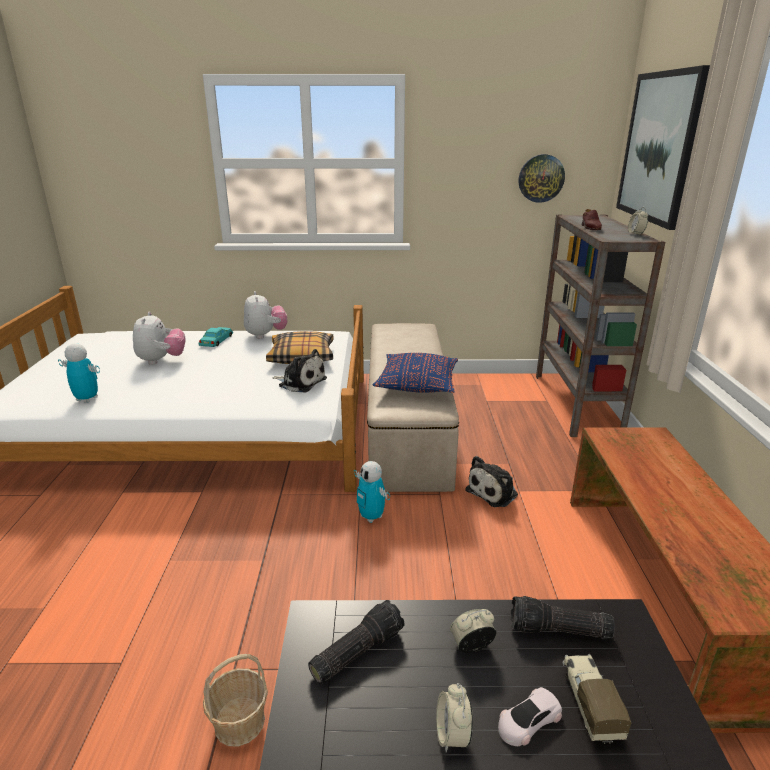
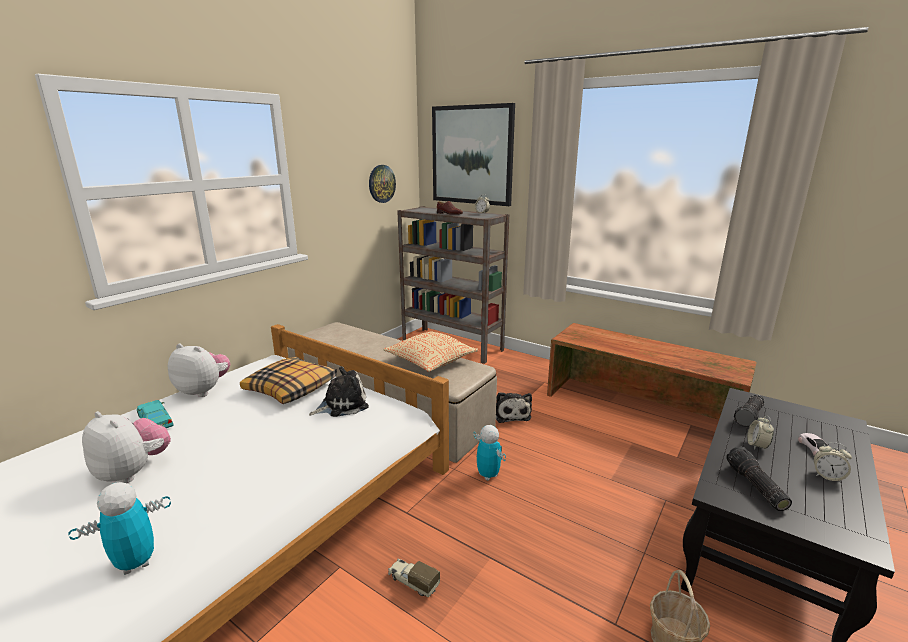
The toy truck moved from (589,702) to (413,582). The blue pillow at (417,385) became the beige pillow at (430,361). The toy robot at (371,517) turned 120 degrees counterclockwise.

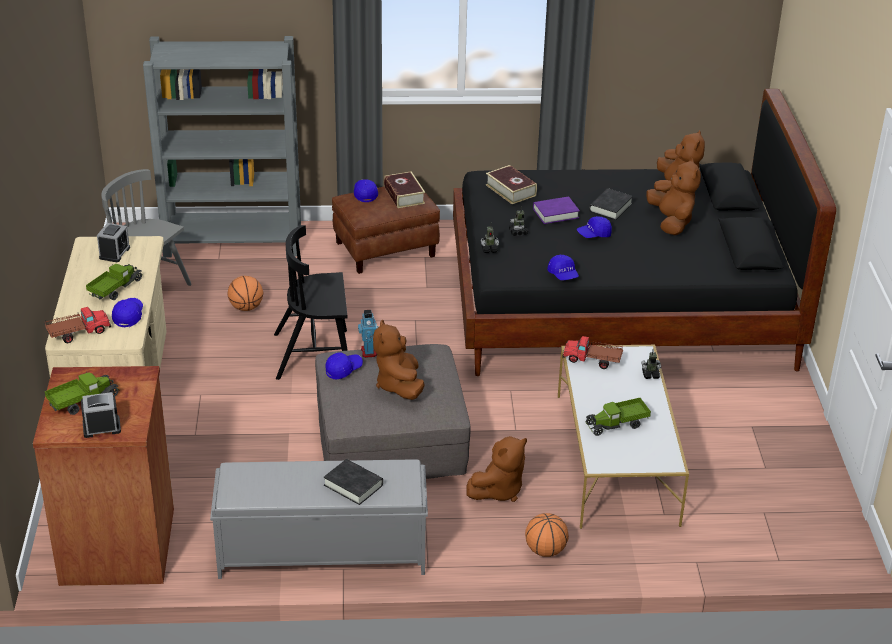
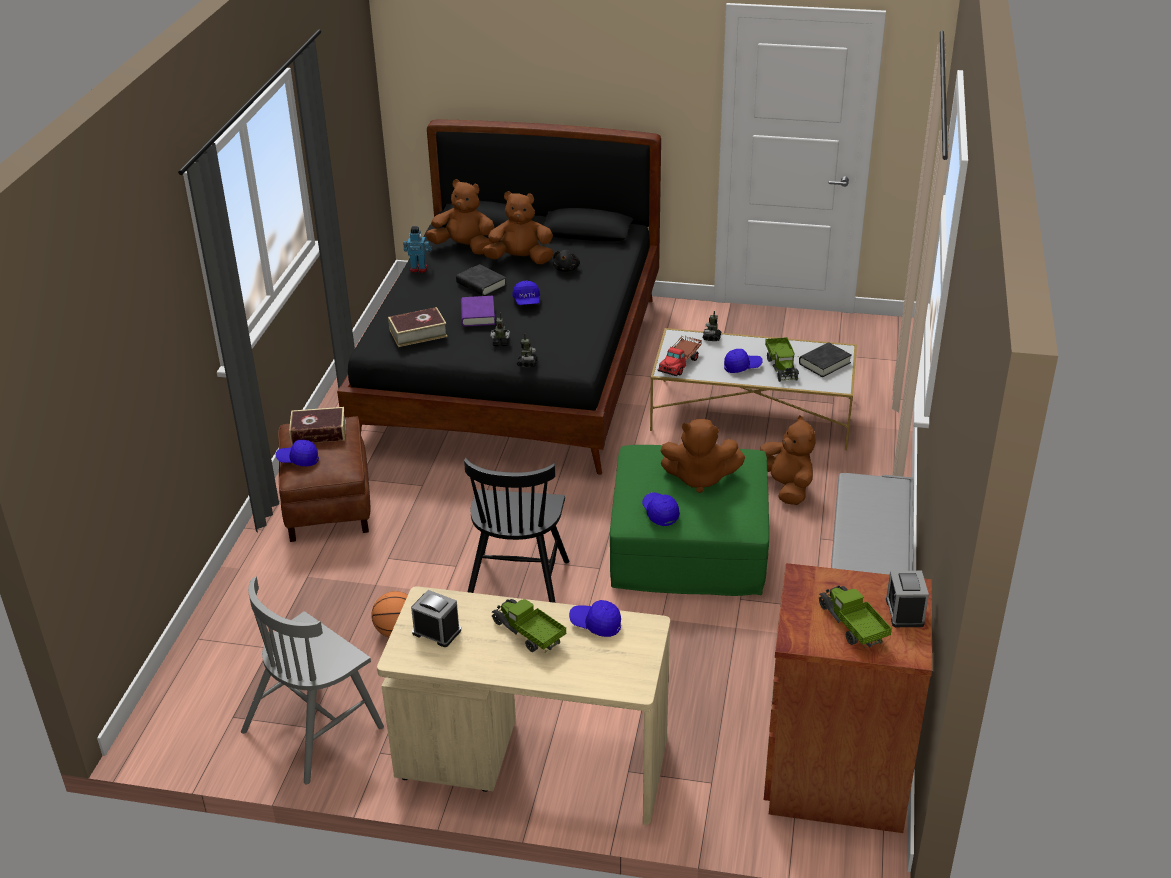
The toy truck at (78,333) disappeared. The grey bookcase at (233,240) disappeared. The basketball at (545,550) disappeared. The black plush toy at (566,269) appeared. The black book moved from (353,485) to (824,363). The toy robot moved from (369,352) to (418,269). The blue cap moved from (563,275) to (742,367). The grey ottoman at (389,438) became the green ottoman at (689,546).

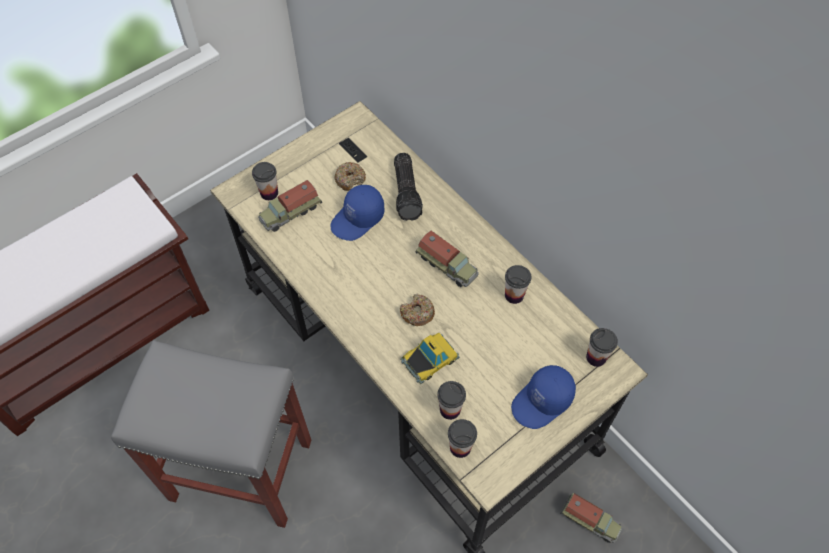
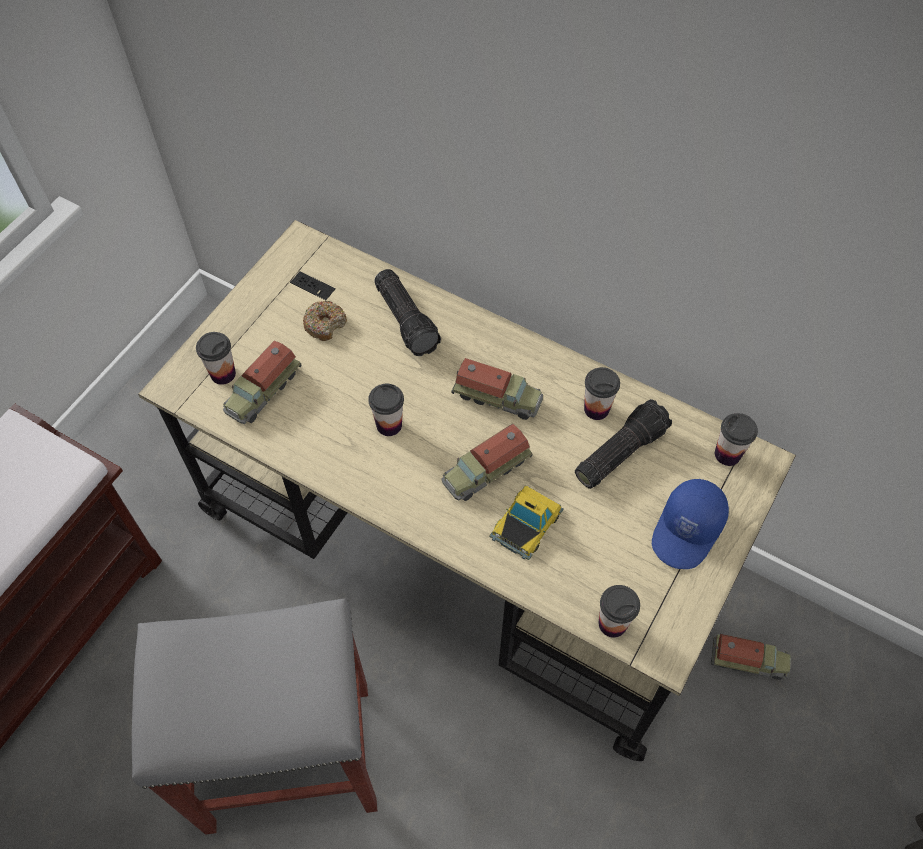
The blue cap at (358,219) disappeared. The flashlight at (619,451) appeared. The cup moved from (450,409) to (389,425). The donut at (417,313) was replaced by the toy truck at (485,470).

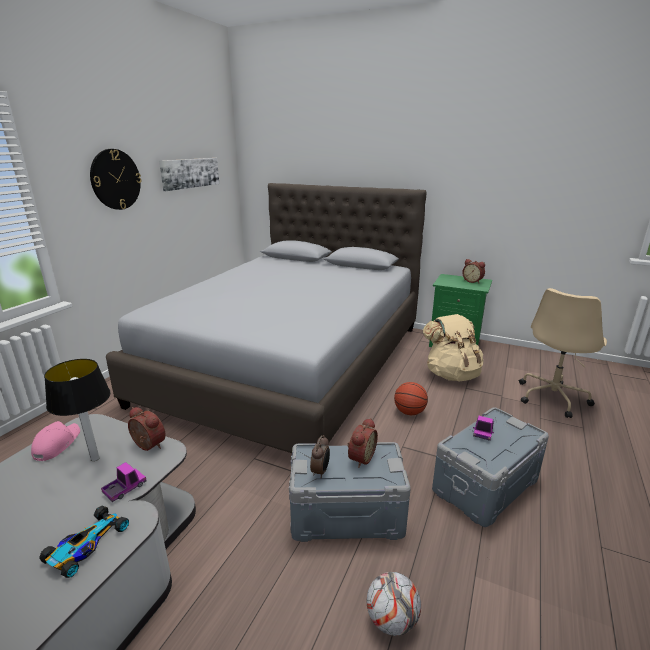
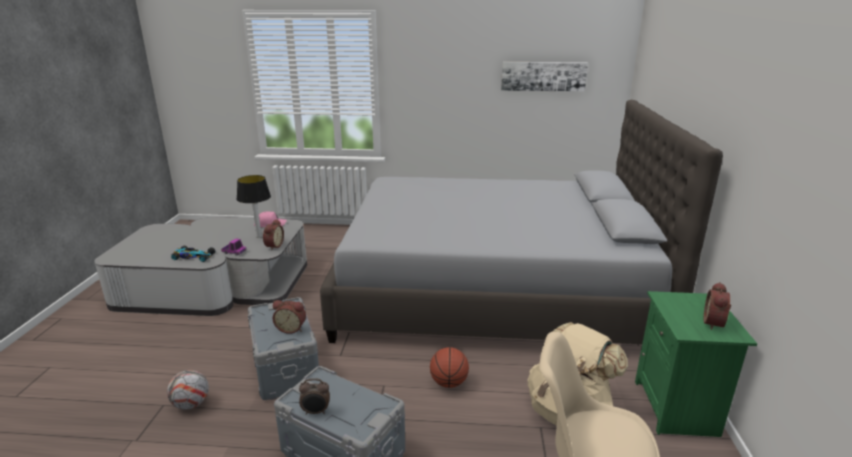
The wall clock at (115,179) disappeared. The toy truck at (483,432) disappeared. The alarm clock moved from (320,471) to (316,412).

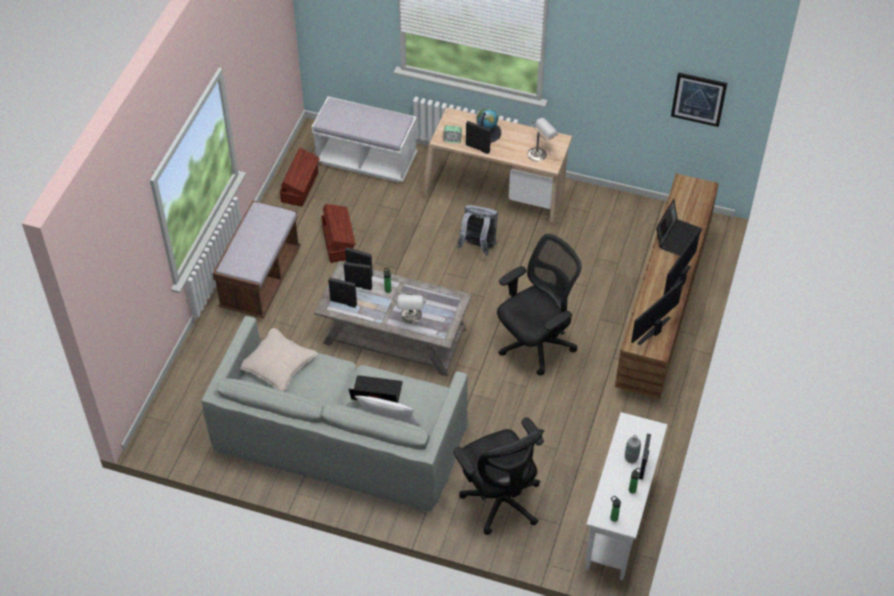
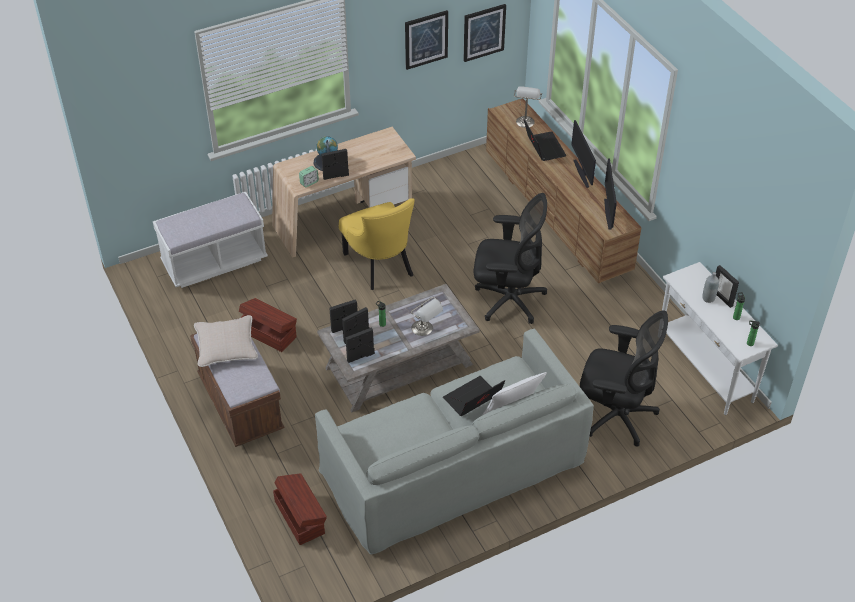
The picture at (426,39) appeared. The beige pillow moved from (278,364) to (226,345). The brown storage box moved from (300,187) to (300,516). The white table lamp moved from (540,152) to (525,119). The grey backpack at (478,246) was replaced by the yellow chair at (379,263). The black office chair at (534,347) turned 90 degrees clockwise.

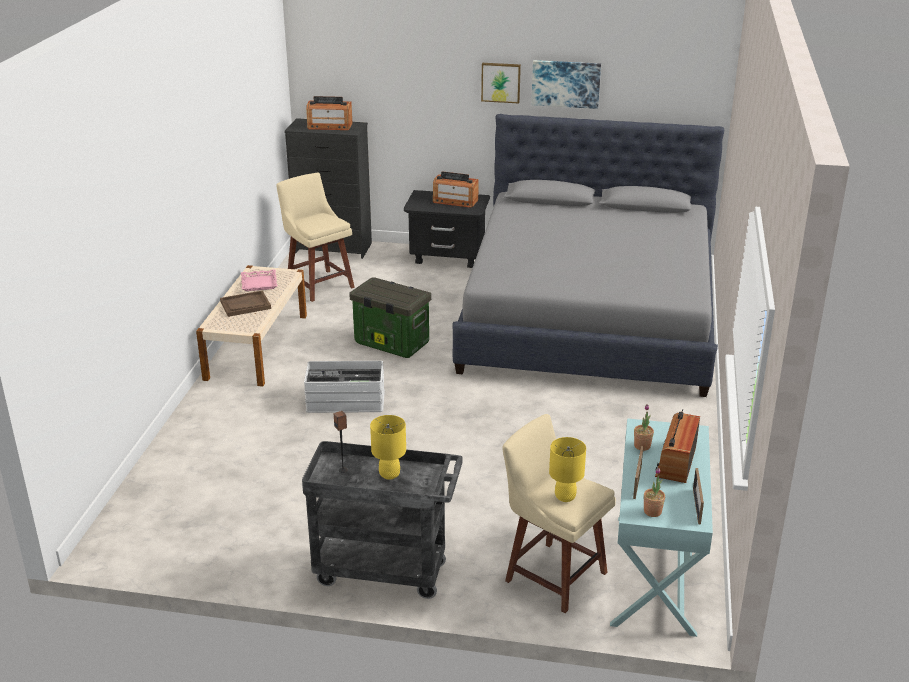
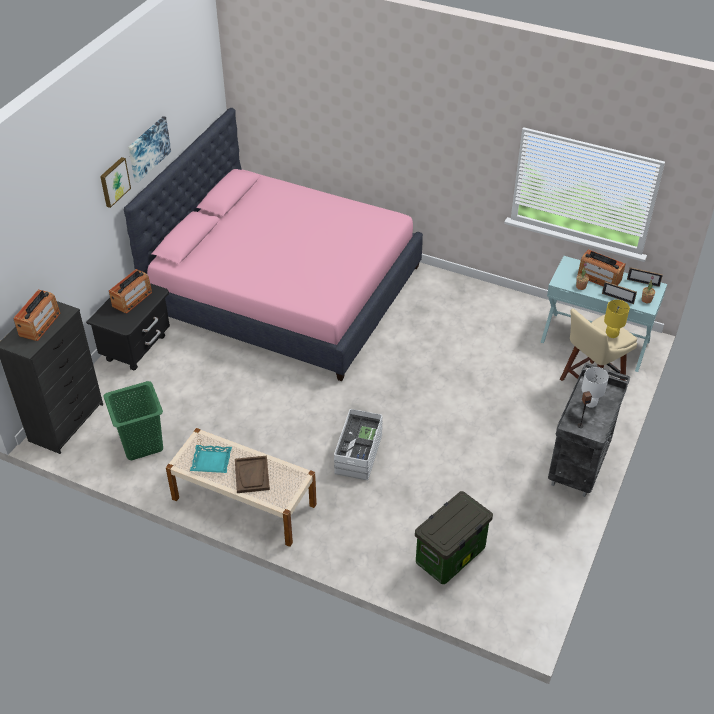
The storage box moved from (390,343) to (450,557). The beige stool at (319,284) was replaced by the green laundry basket at (141,443). The pink tray at (259,283) became the turquoise tray at (211,461). The yellow table lamp at (388,476) became the white table lamp at (590,404). The grey bed at (589,316) became the pink bed at (284,289).

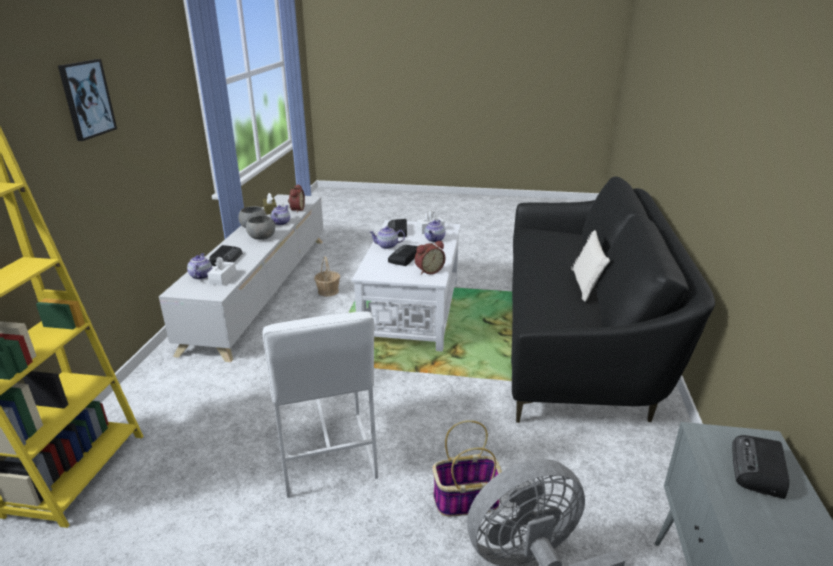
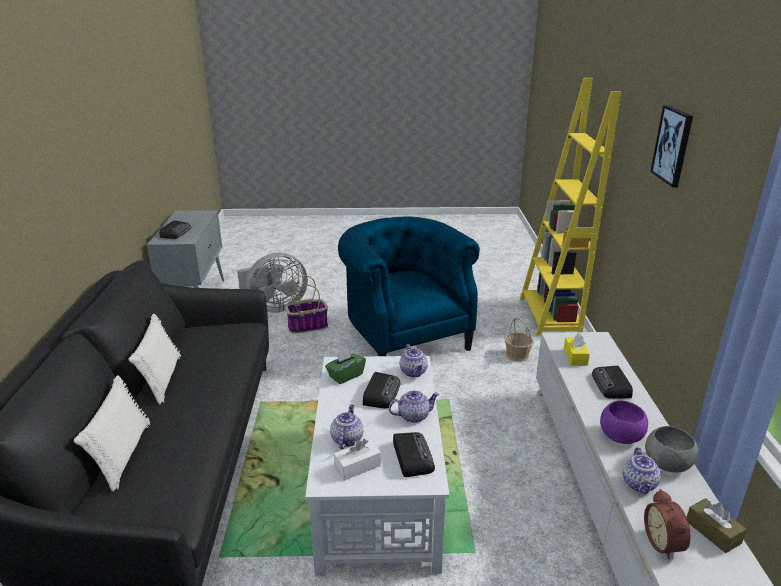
The white pillow at (122,455) appeared. The teapot moved from (201,276) to (414,372). The basket moved from (328,291) to (517,355). The white stool at (326,454) was replaced by the blue armchair at (403,338). The alarm clock at (429,270) was replaced by the green tissue box at (345,375). The white tissue box at (223,278) became the yellow tissue box at (575,357). The grey bowl at (262,237) became the purple bowl at (620,436).

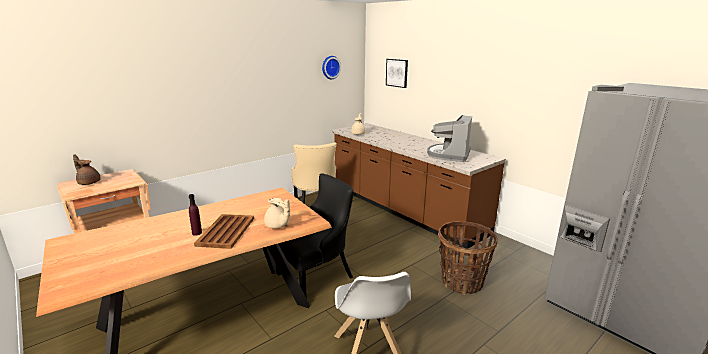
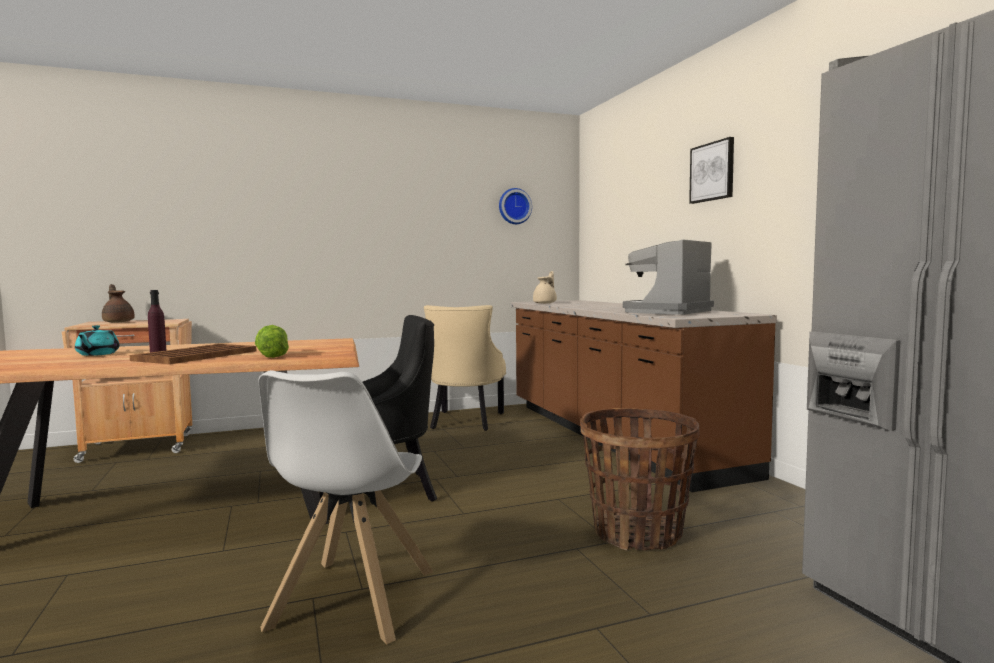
The turquoise teapot at (97,354) appeared. The picture moved from (397,73) to (712,172). The beige teapot at (278,226) was replaced by the lettuce at (274,356).

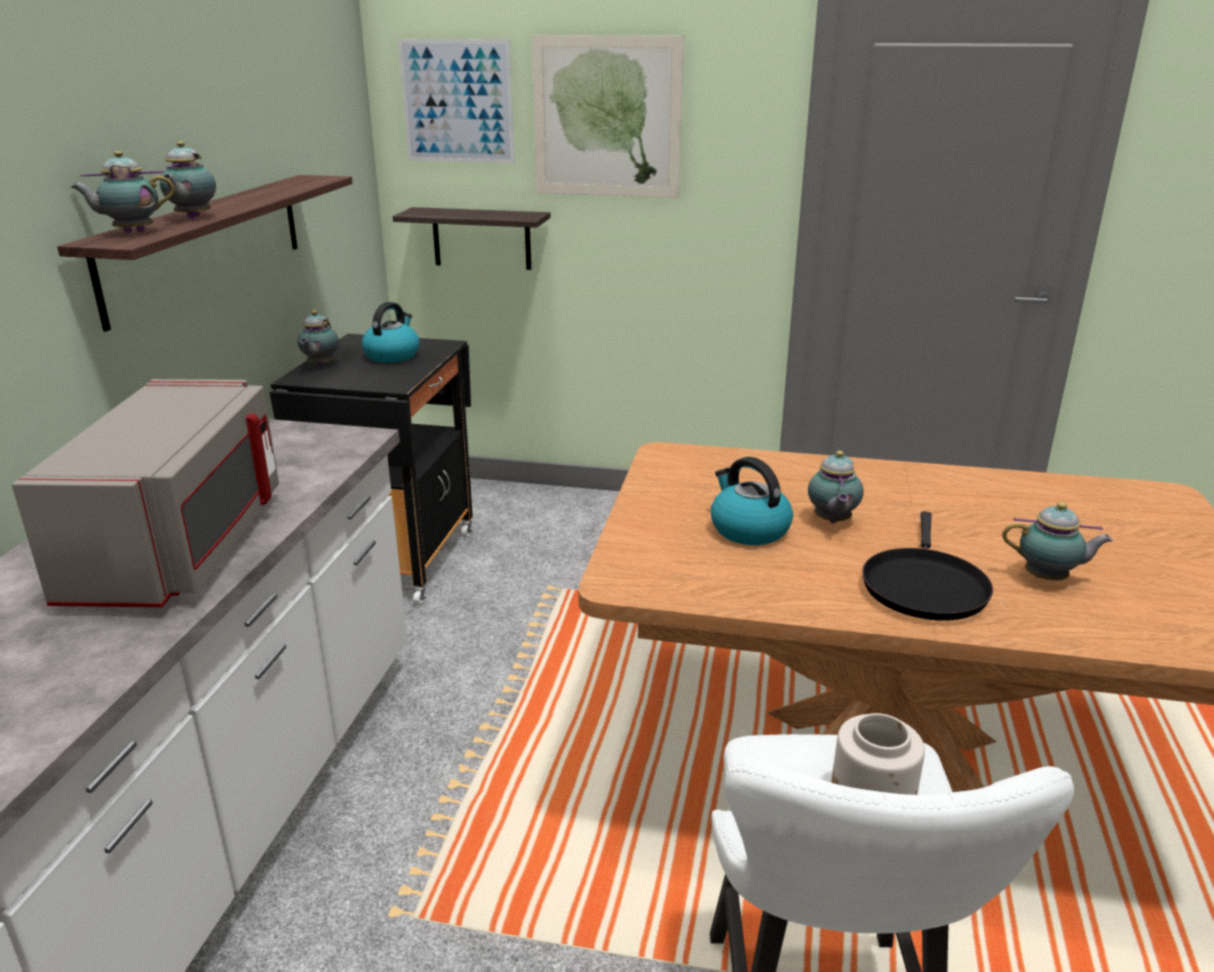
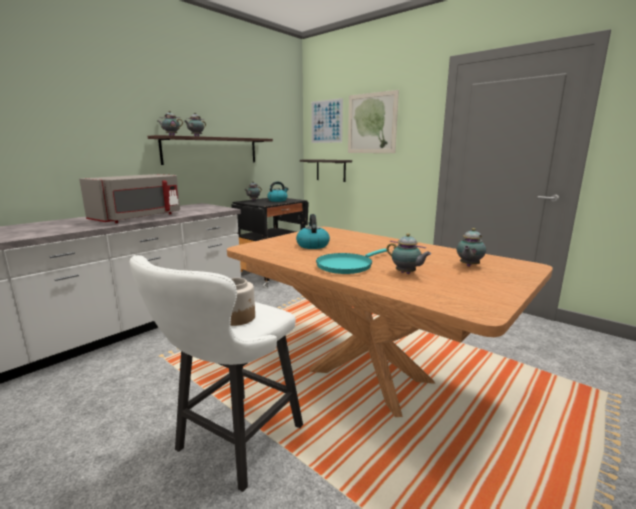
The teapot moved from (831,521) to (468,266). The black frying pan at (923,586) became the turquoise frying pan at (346,266).

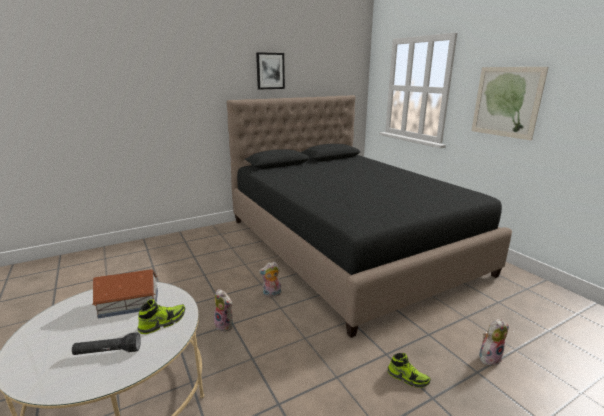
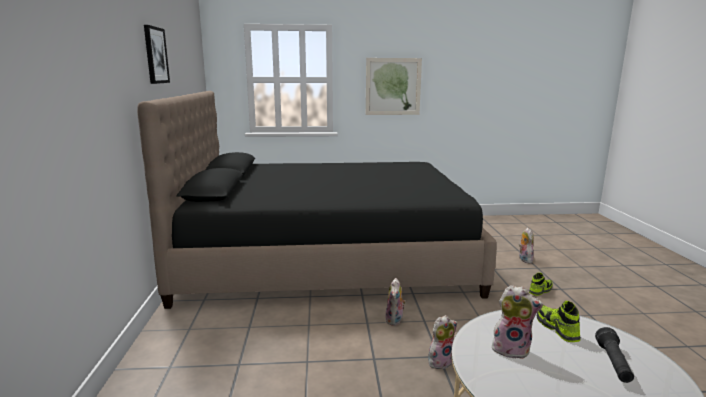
The toy house at (129,303) was replaced by the plush toy at (511,349).

